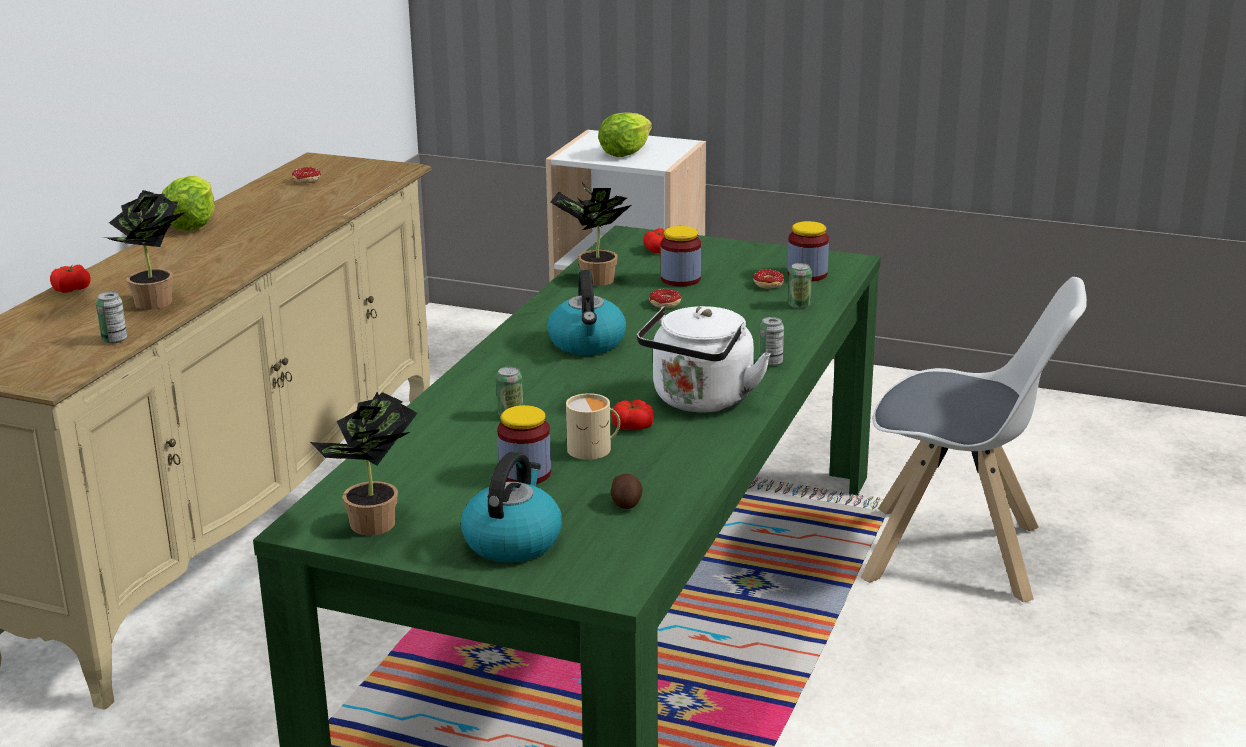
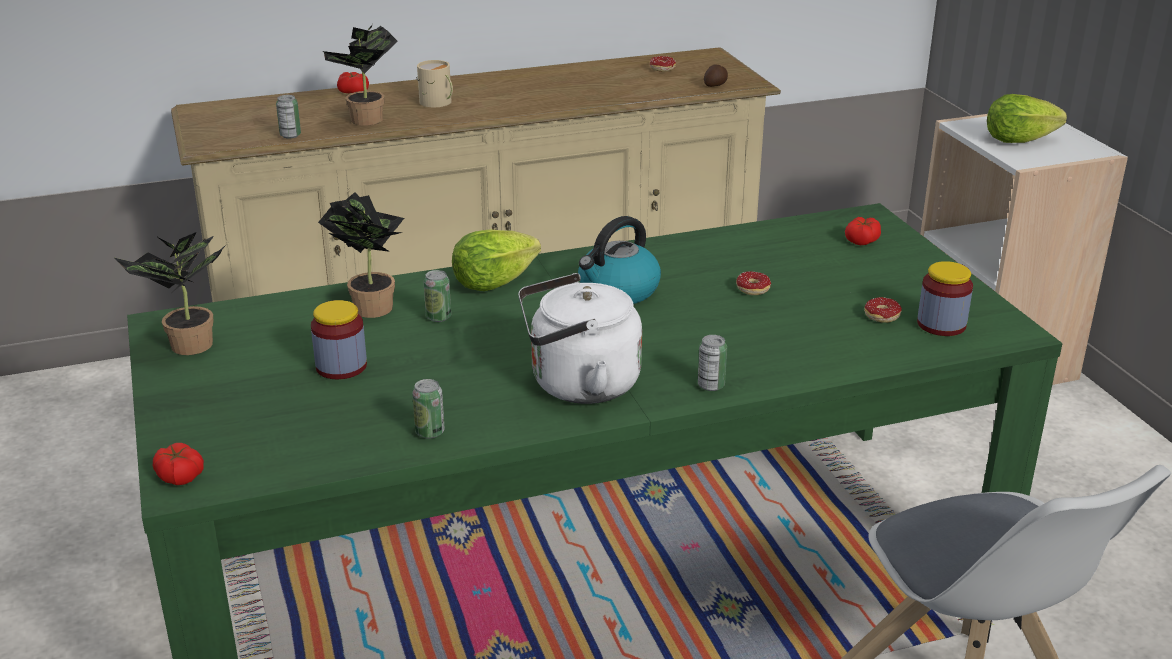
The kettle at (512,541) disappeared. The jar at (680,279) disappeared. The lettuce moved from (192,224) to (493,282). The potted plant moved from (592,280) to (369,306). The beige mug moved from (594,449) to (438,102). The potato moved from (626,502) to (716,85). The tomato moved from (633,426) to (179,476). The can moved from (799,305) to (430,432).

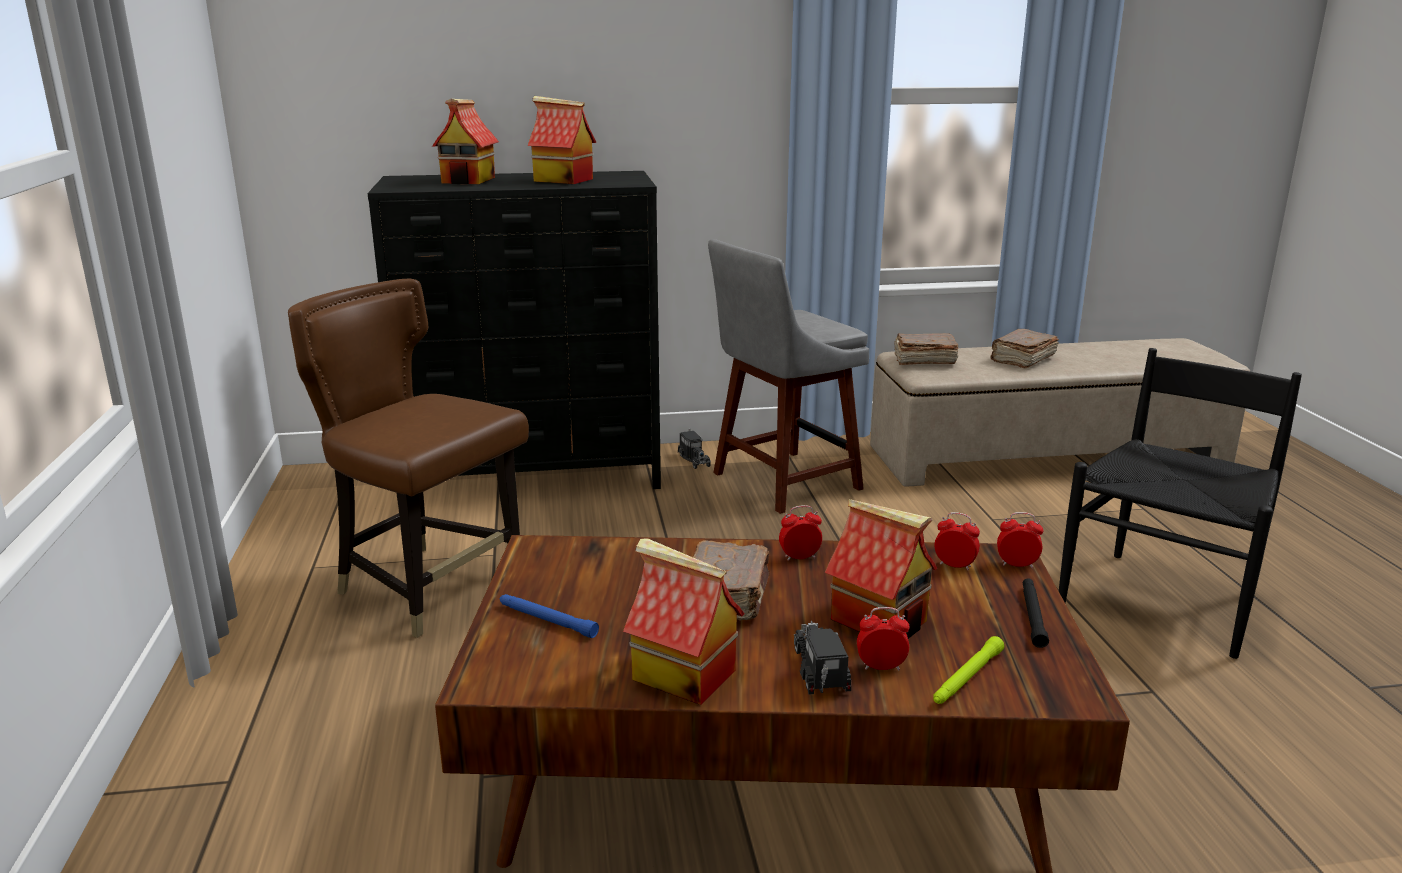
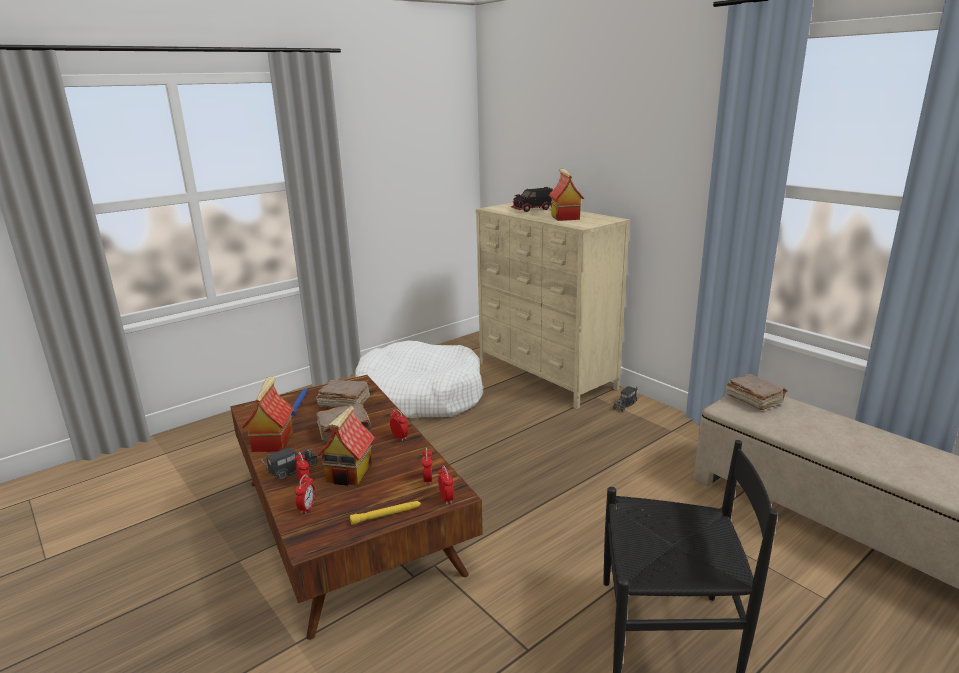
The grey chair at (780,482) disappeared. The brown book moved from (1022,359) to (344,402). The brown chair at (428,586) was replaced by the white dog bed at (420,396). The toy house at (469,180) was replaced by the toy truck at (533,210). The green flashlight at (966,678) was replaced by the alarm clock at (307,508). The black dresser at (534,474) became the beige dresser at (546,375). The black flashlight at (1032,616) became the yellow flashlight at (386,515).

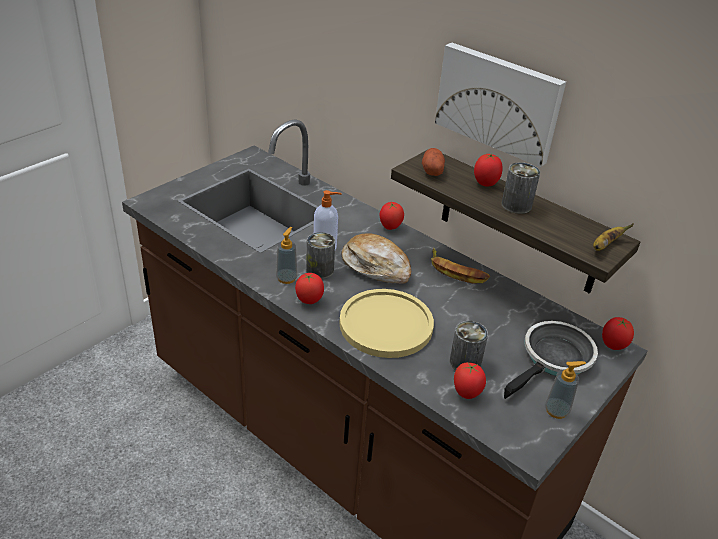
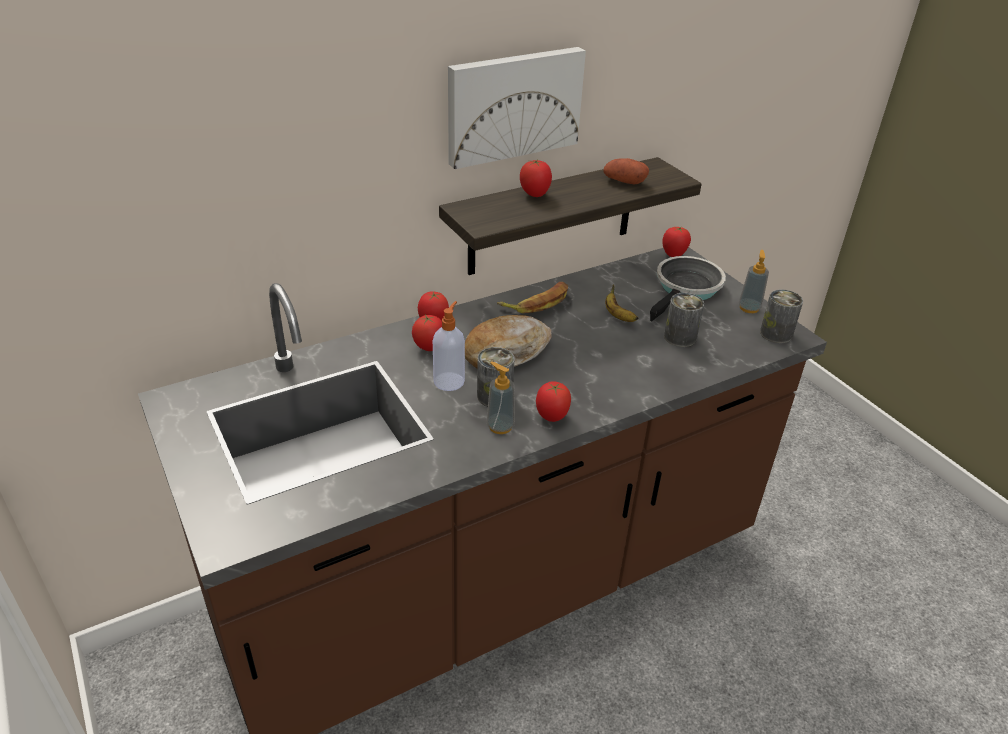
The yellow plate at (386,324) disappeared. The potato moved from (432,170) to (624,182). The tomato moved from (466,393) to (429,348). The can moved from (516,205) to (776,333). The banana moved from (605,246) to (618,315). The frying pan at (554,360) turned 60 degrees clockwise.

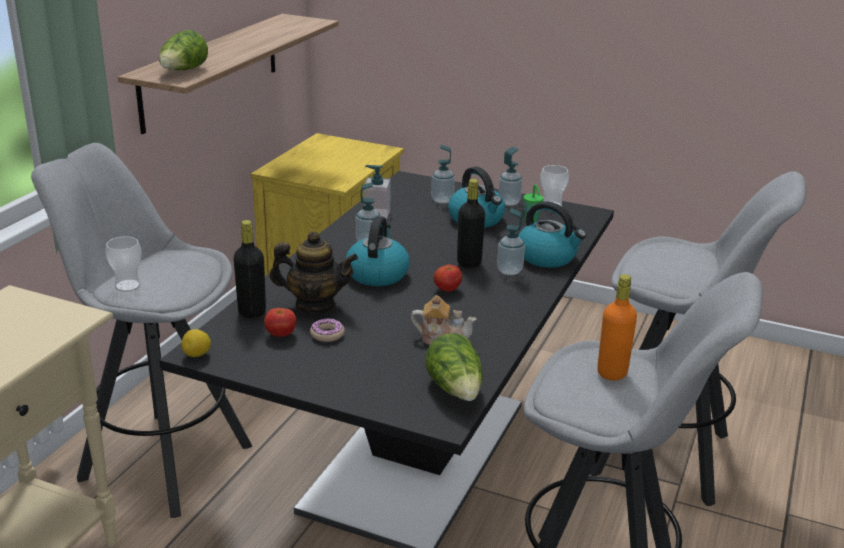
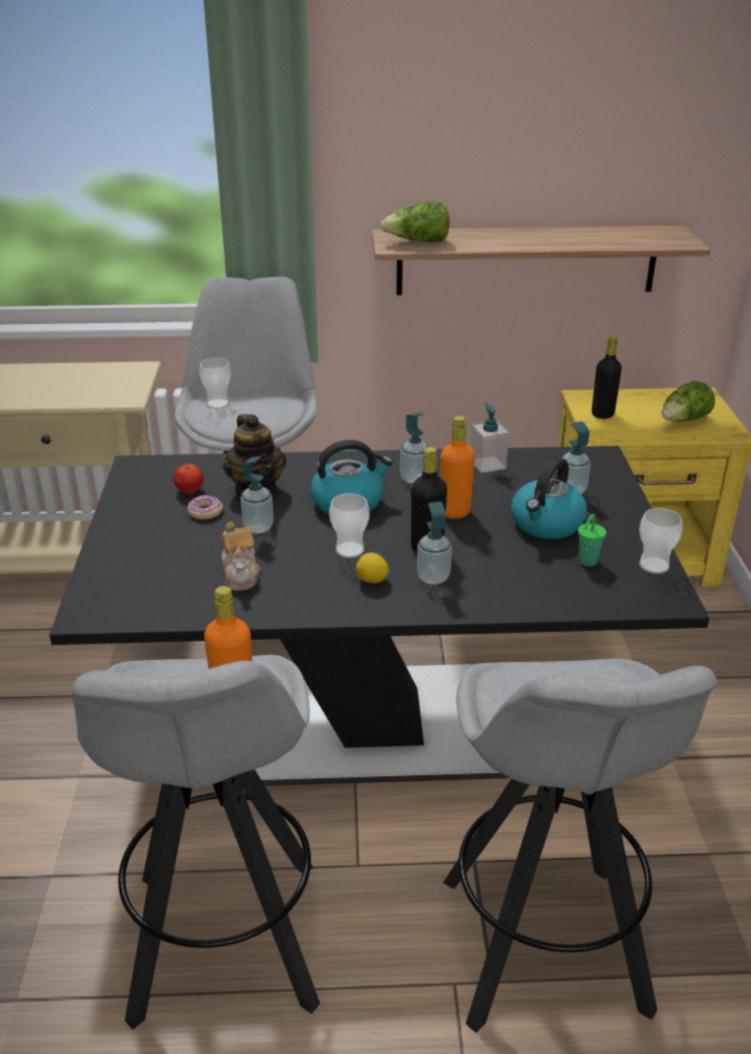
The kettle at (547,257) disappeared. The orange bottle at (454,512) appeared. The lemon moved from (197,355) to (372,581). The black bottle moved from (252,312) to (602,414). The lettuce moved from (456,389) to (684,421). The soap dispenser moved from (509,202) to (258,527). The tomato at (447,290) was replaced by the cup at (350,550).

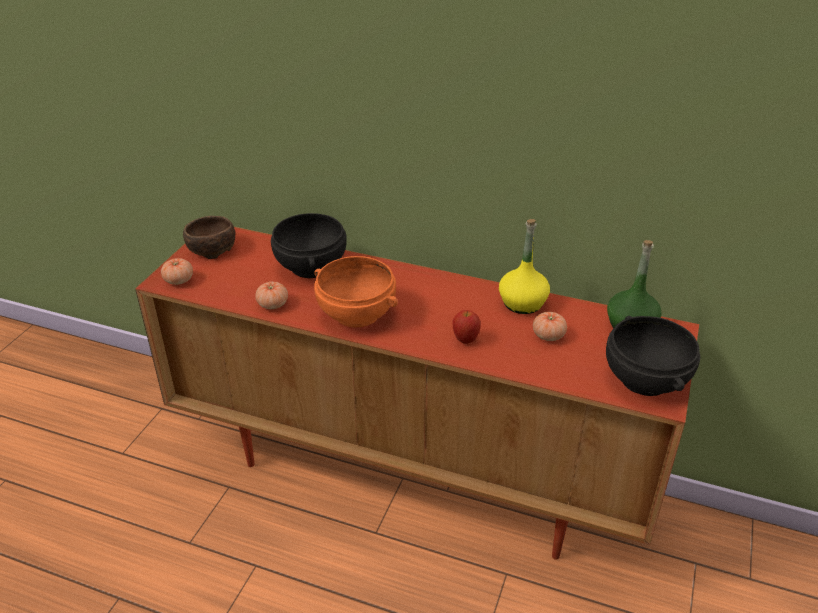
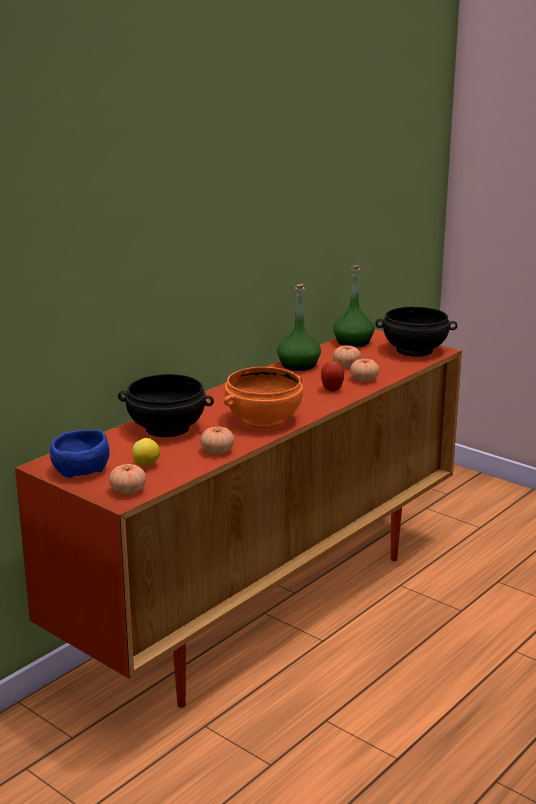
The lemon at (146,465) appeared. The tomato at (364,379) appeared. The brown bowl at (210,249) became the blue bowl at (80,470). The yellow bottle at (522,303) became the green bottle at (298,365).

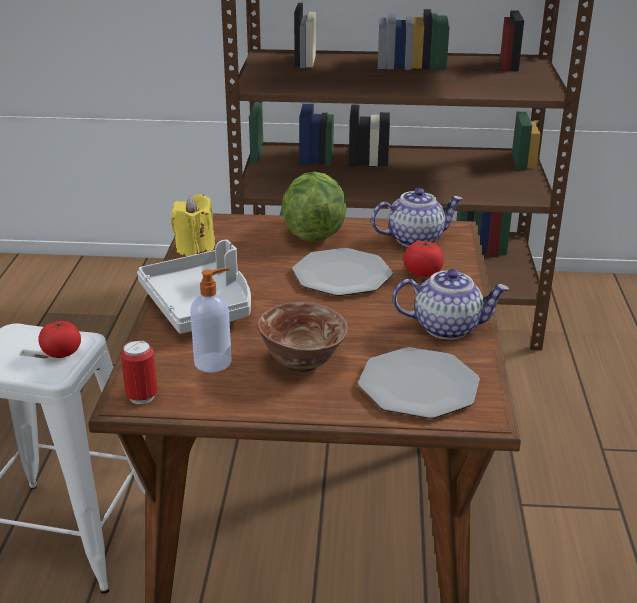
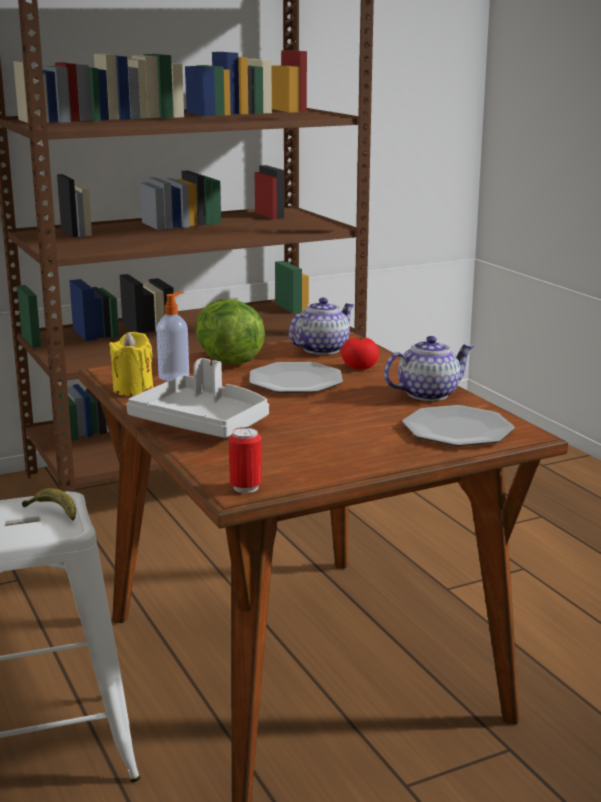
The bowl at (302,362) disappeared. The soap dispenser moved from (214,362) to (175,376). The tomato at (62,353) was replaced by the banana at (53,512).

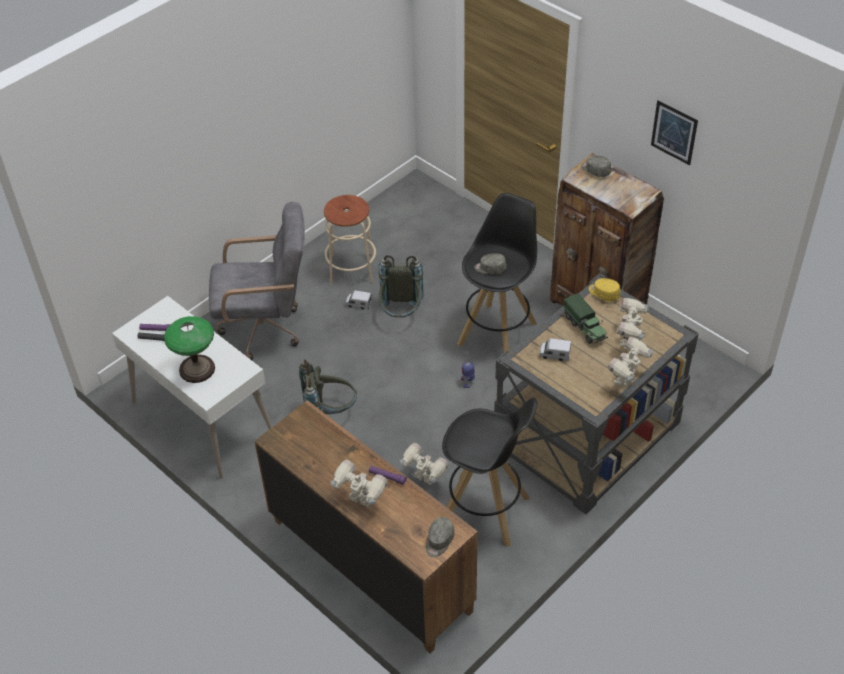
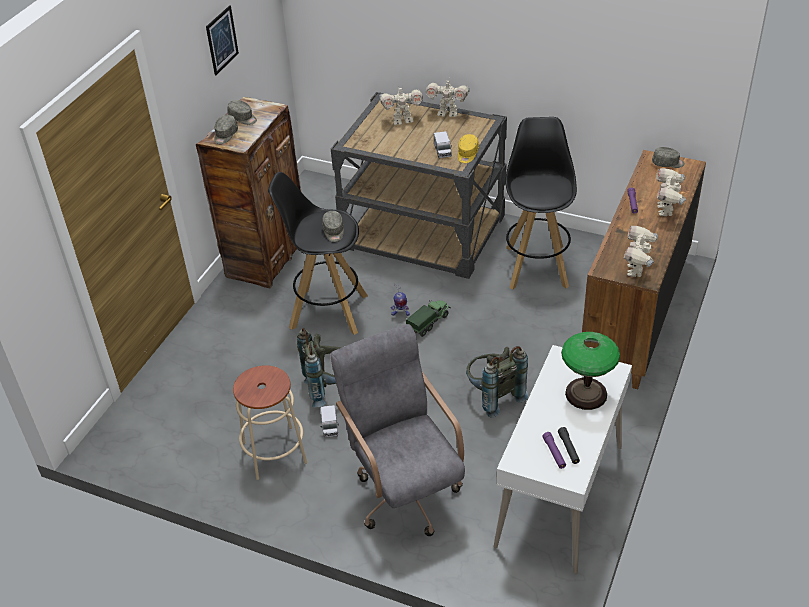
The grey cap at (243,118) appeared. The toy robot moved from (424,479) to (636,270). The toy truck moved from (585,327) to (429,323). The yellow cap moved from (603,293) to (467,154).

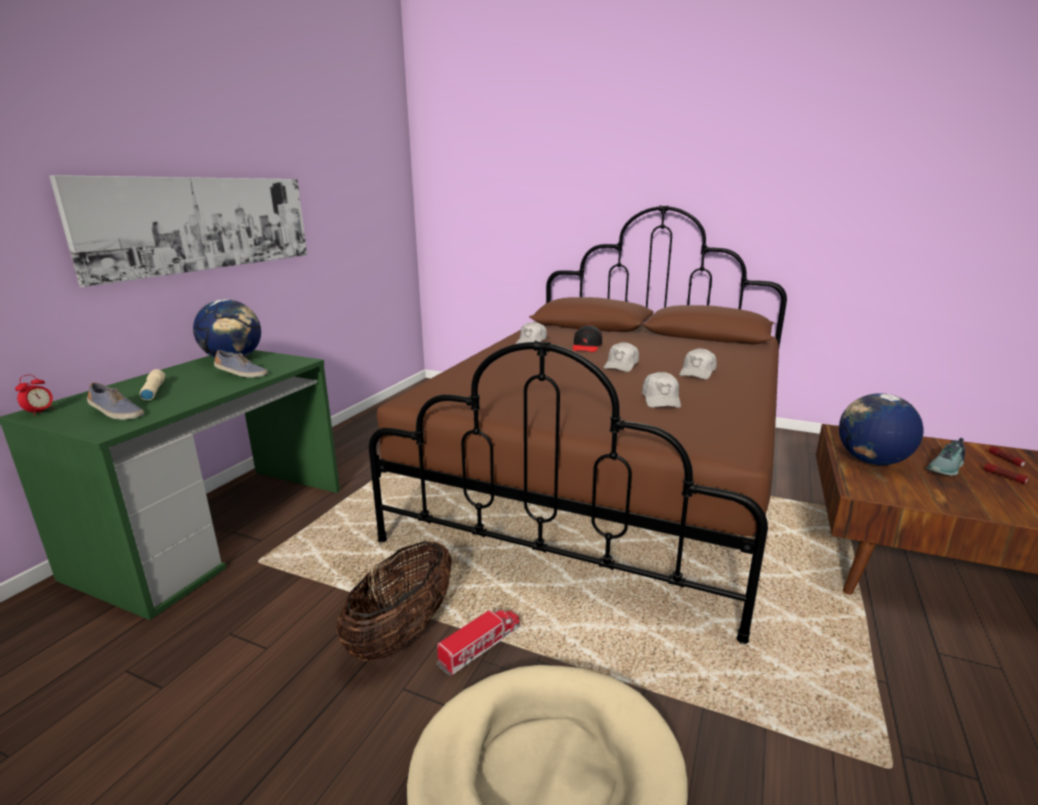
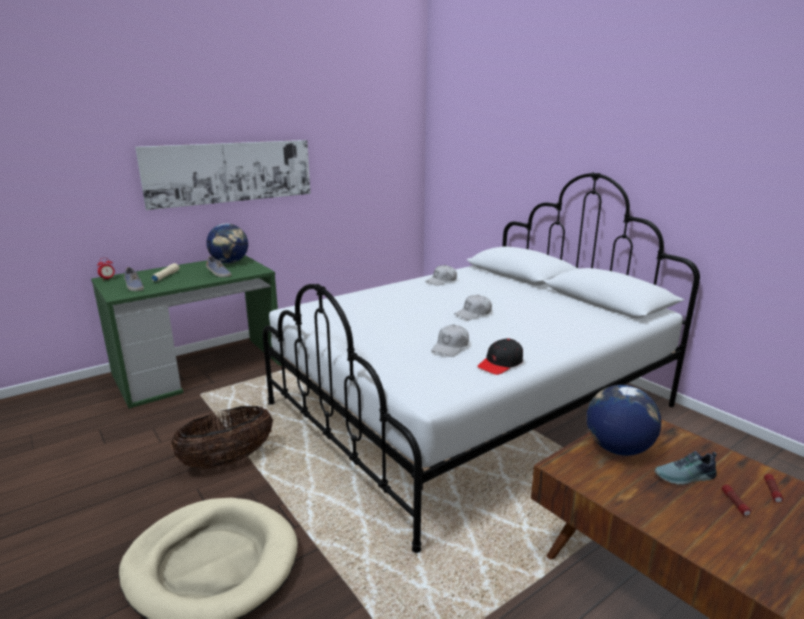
The toy truck at (480,646) disappeared. The white cap at (697,372) disappeared. The black cap moved from (587,346) to (500,364). The brown bed at (609,475) became the white bed at (471,406).

